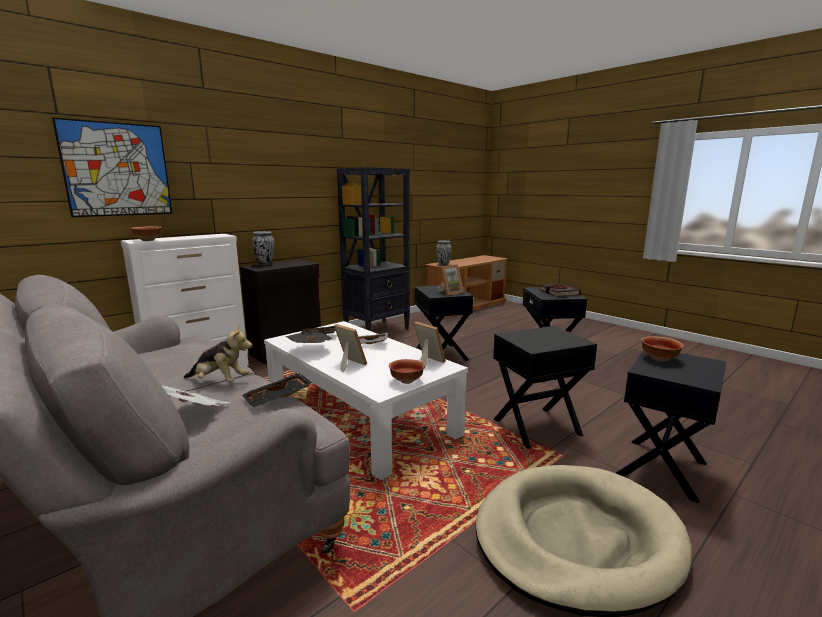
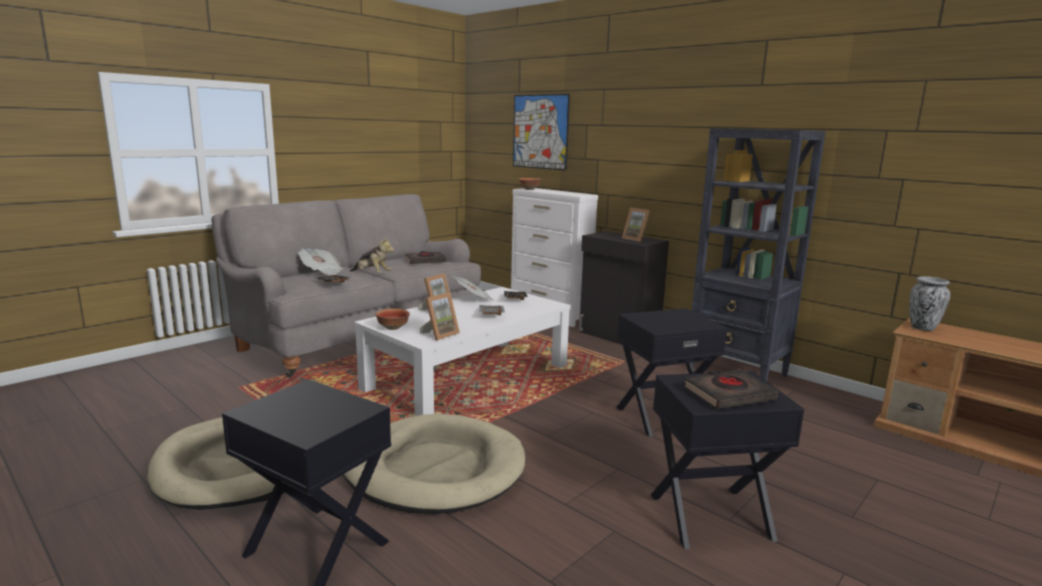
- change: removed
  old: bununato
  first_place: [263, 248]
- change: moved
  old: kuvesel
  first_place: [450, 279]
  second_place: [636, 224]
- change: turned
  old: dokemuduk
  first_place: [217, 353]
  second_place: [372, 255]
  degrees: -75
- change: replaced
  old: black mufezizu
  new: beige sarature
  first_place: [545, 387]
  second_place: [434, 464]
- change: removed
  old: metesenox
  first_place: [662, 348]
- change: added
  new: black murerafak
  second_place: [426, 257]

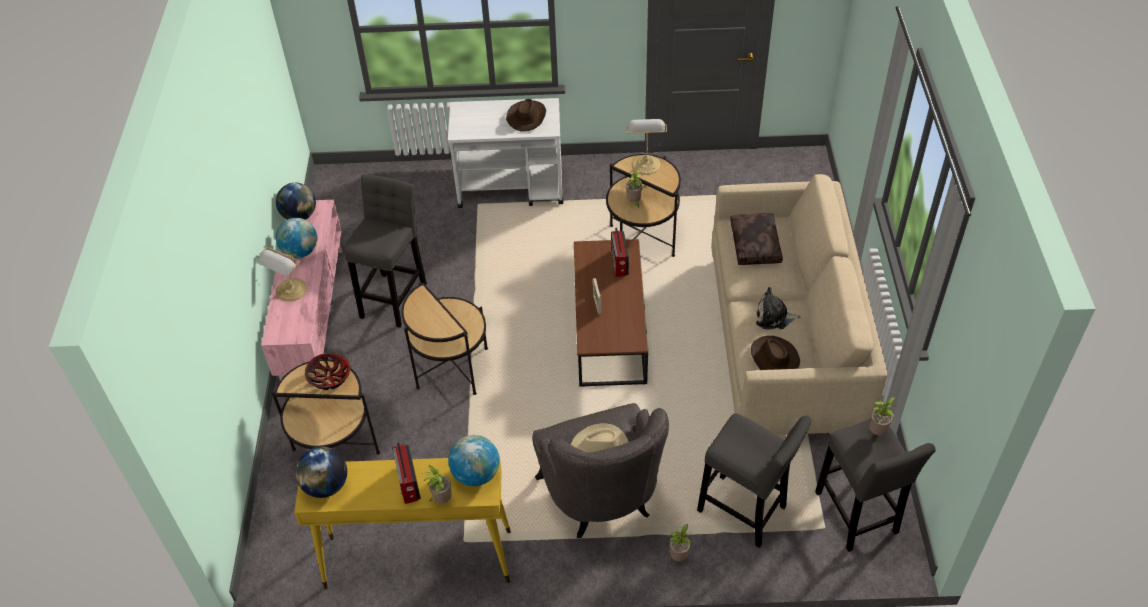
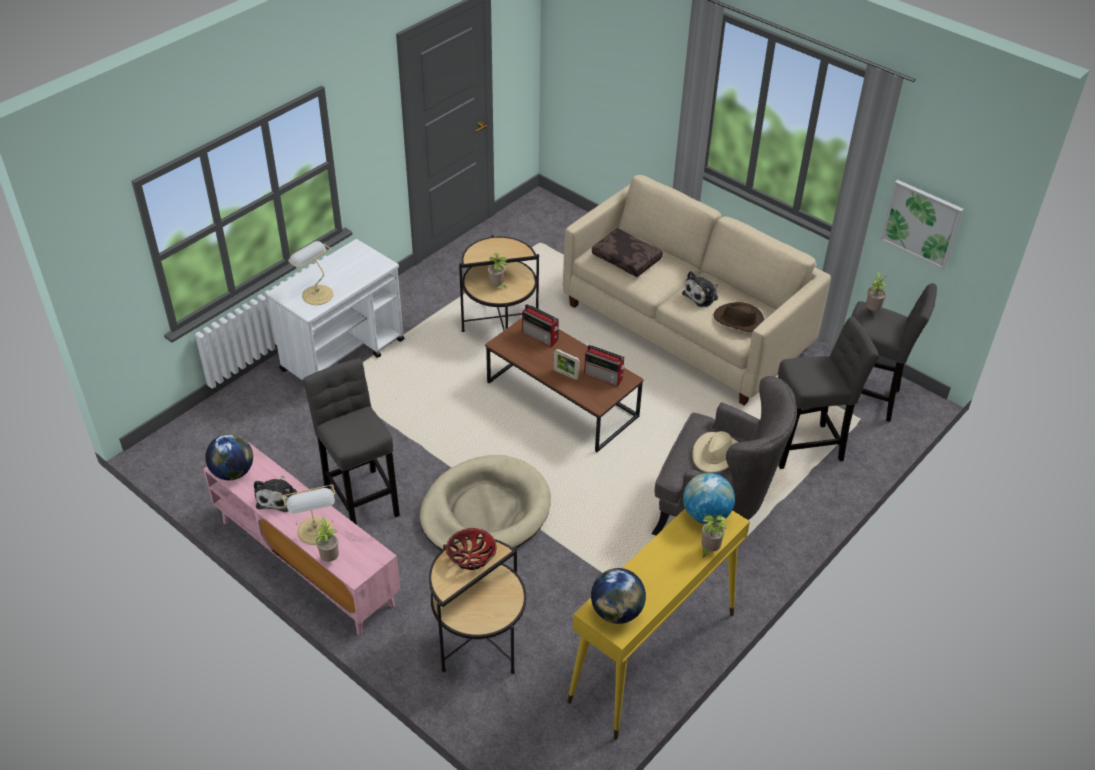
- change: removed
  old: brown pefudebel
  first_place: [526, 115]
- change: moved
  old: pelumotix
  first_place: [646, 147]
  second_place: [310, 273]
- change: replaced
  old: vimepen
  new: dokemuduk
  first_place: [296, 238]
  second_place: [275, 494]
- change: replaced
  old: mufezizu
  new: beige sarature
  first_place: [444, 338]
  second_place: [485, 503]
- change: moved
  old: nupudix
  first_place: [406, 473]
  second_place: [604, 365]
- change: moved
  old: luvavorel
  first_place: [680, 542]
  second_place: [327, 539]
- change: added
  new: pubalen
  second_place: [922, 225]

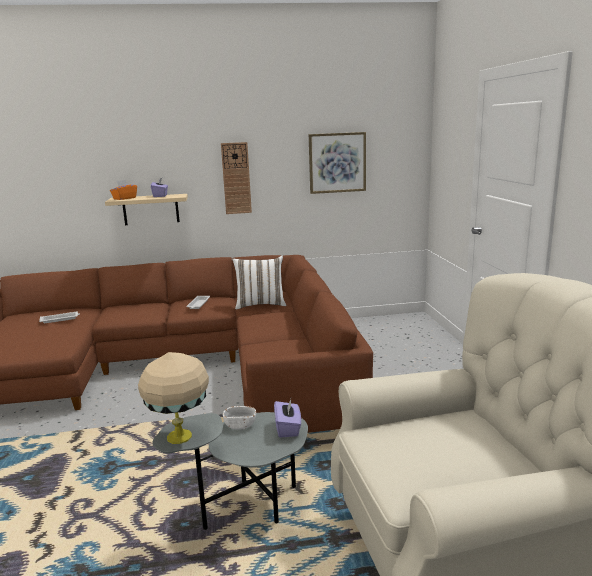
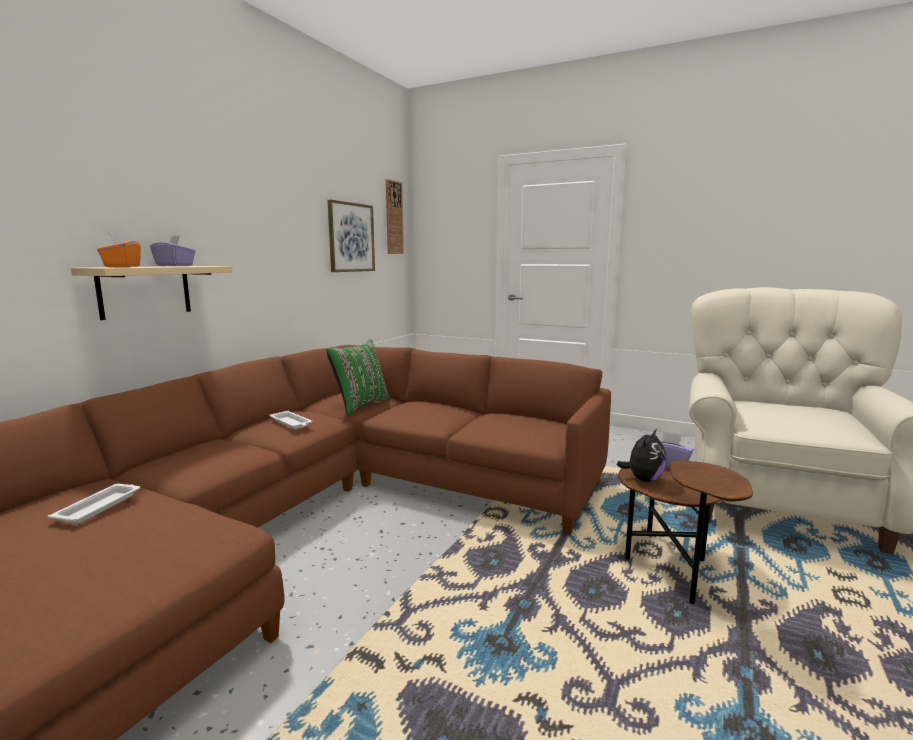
- change: moved
  old: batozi
  first_place: [236, 178]
  second_place: [395, 216]
- change: recoloured
  old: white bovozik
  new: green bovozik
  first_place: [259, 282]
  second_place: [358, 377]
- change: removed
  old: beige pelumotix
  first_place: [173, 398]
- change: replaced
  old: white metesenox
  new: dokemuduk
  first_place: [239, 418]
  second_place: [641, 455]
- change: recoloured
  old: grey mufezizu
  new: brown mufezizu
  first_place: [230, 471]
  second_place: [686, 532]

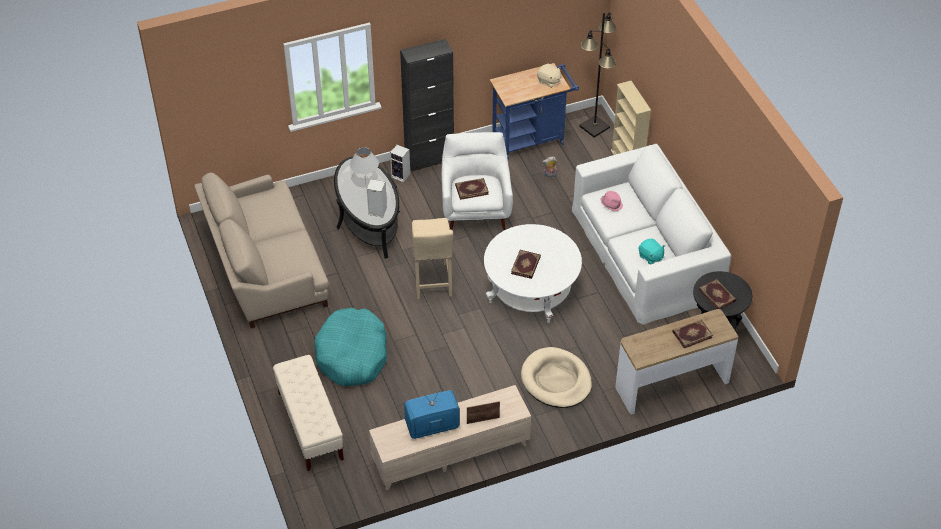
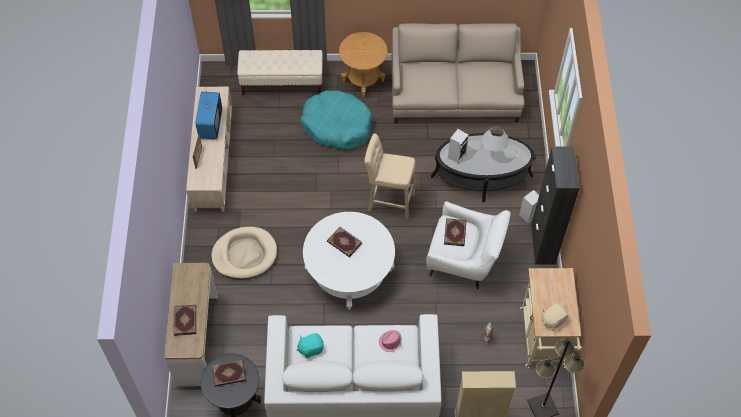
- change: recoloured
  old: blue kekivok
  new: beige kekivok
  first_place: [534, 111]
  second_place: [551, 318]
- change: added
  new: brown mufezizu
  second_place: [363, 65]

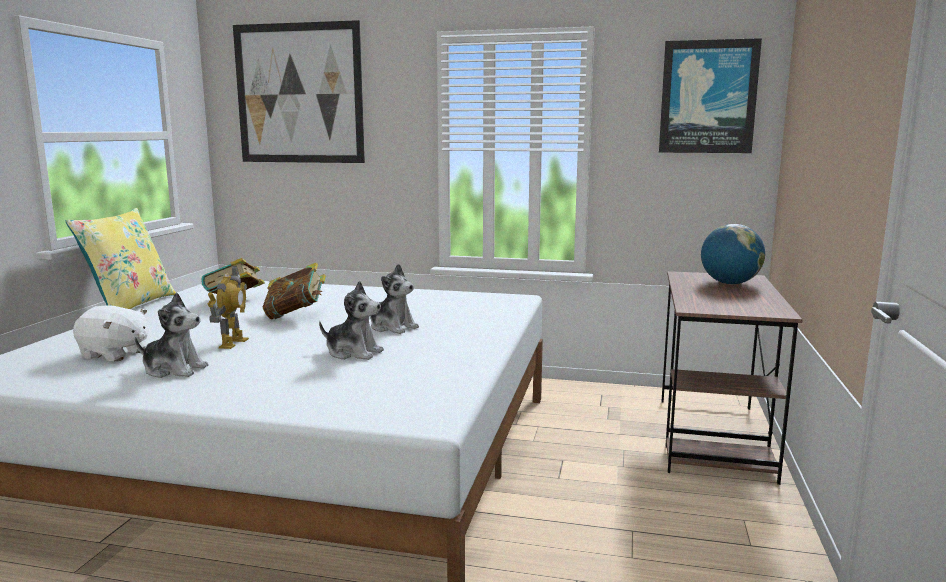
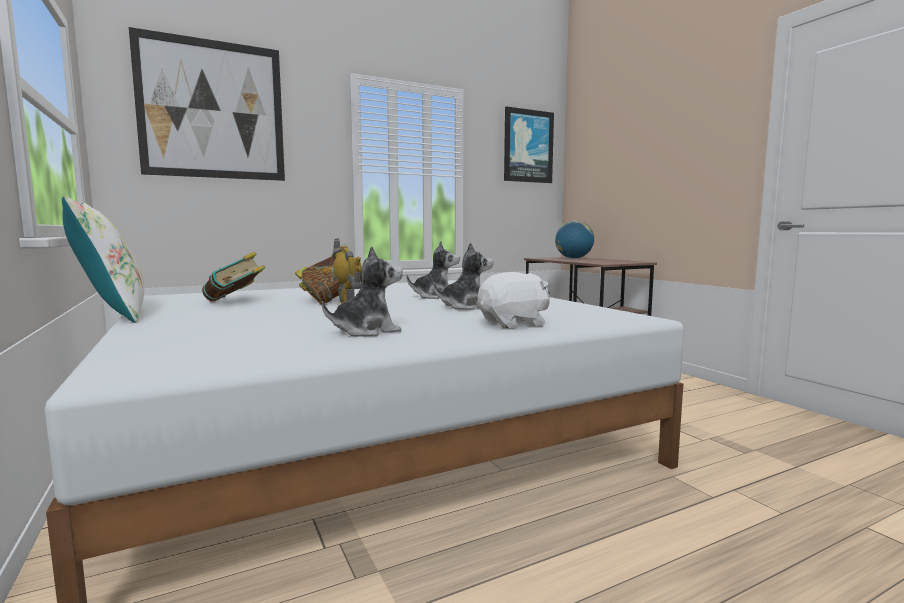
- change: recoloured
  old: yellow bovozik
  new: white bovozik
  first_place: [121, 258]
  second_place: [103, 259]
- change: moved
  old: white dokemuduk
  first_place: [110, 333]
  second_place: [514, 300]

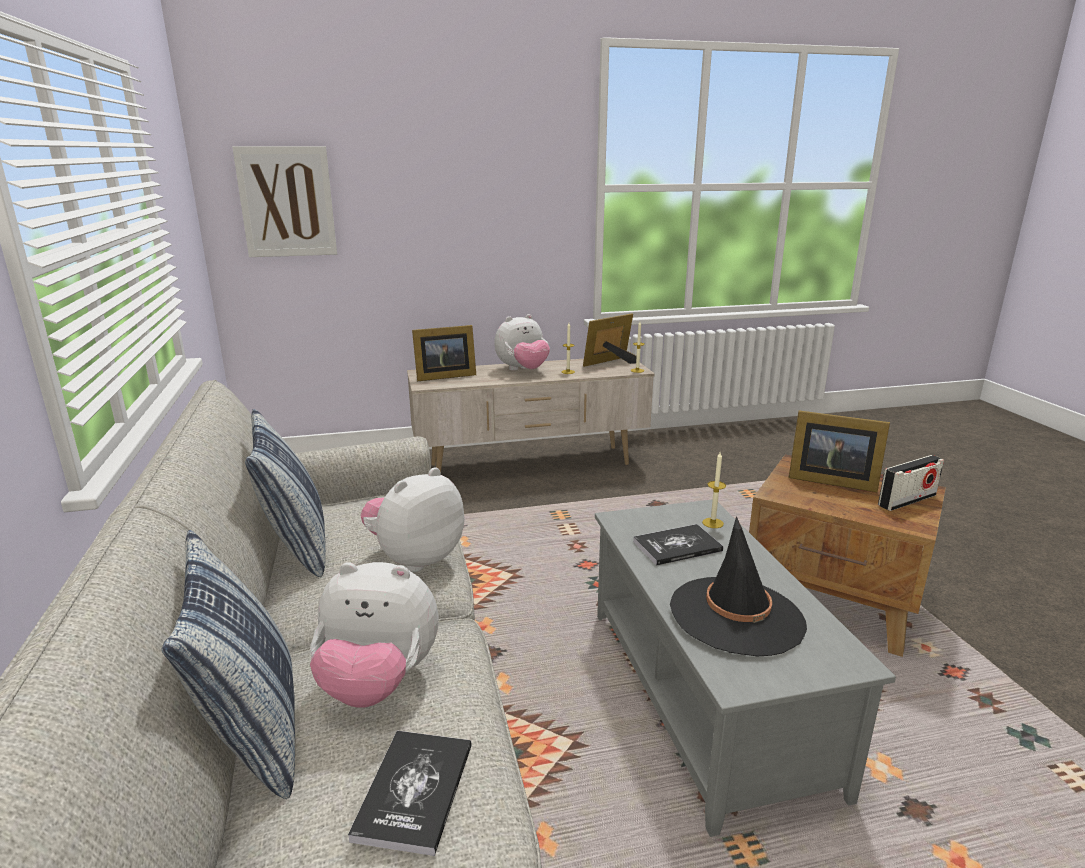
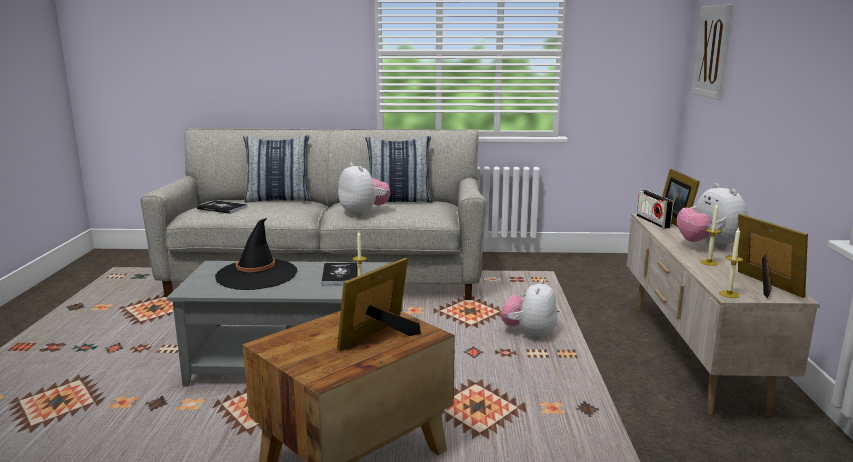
- change: moved
  old: nupudix
  first_place: [911, 483]
  second_place: [655, 209]
- change: moved
  old: dokemuduk
  first_place: [374, 635]
  second_place: [529, 309]

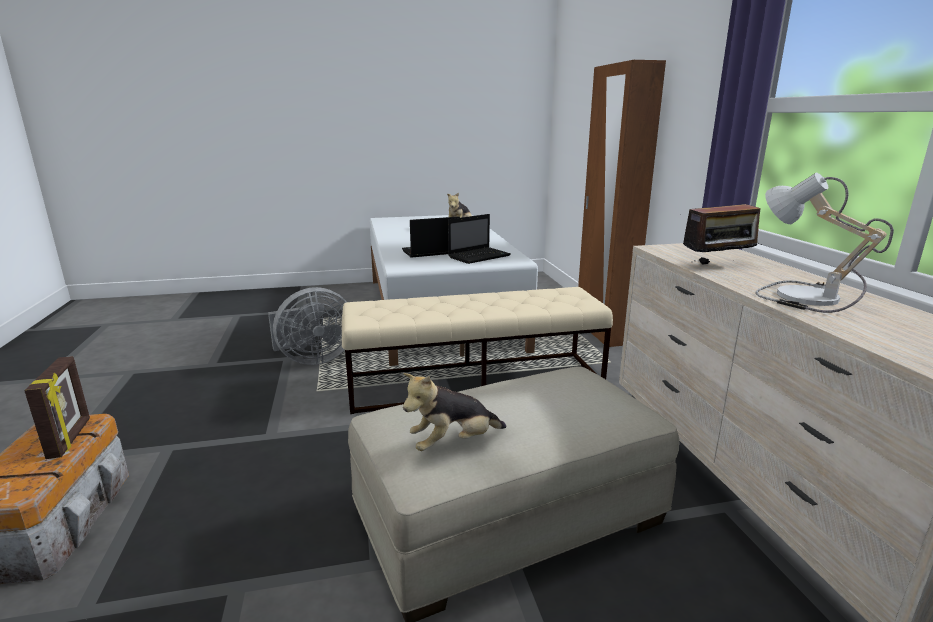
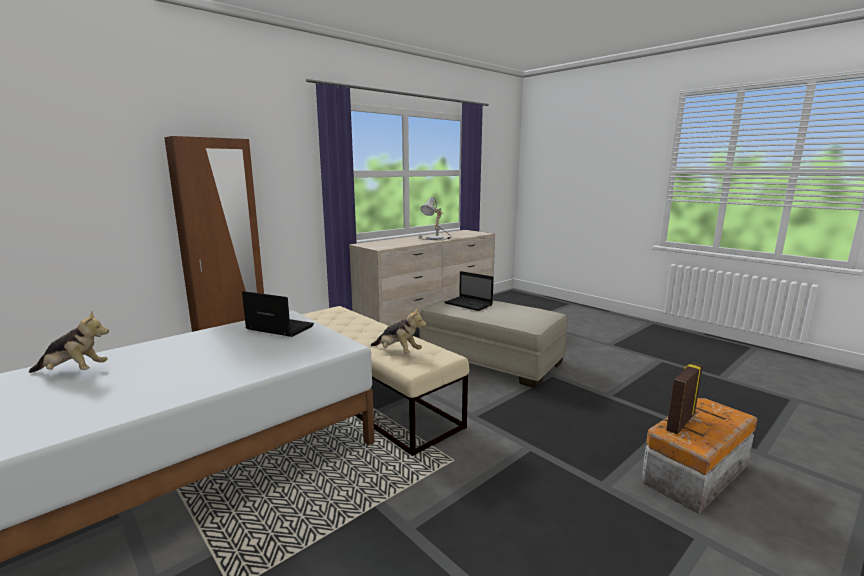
- change: removed
  old: nupudix
  first_place: [720, 229]
- change: moved
  old: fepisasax
  first_place: [431, 237]
  second_place: [469, 291]
- change: removed
  old: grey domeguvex
  first_place: [307, 326]
- change: moved
  old: dokemuduk
  first_place: [454, 412]
  second_place: [399, 330]

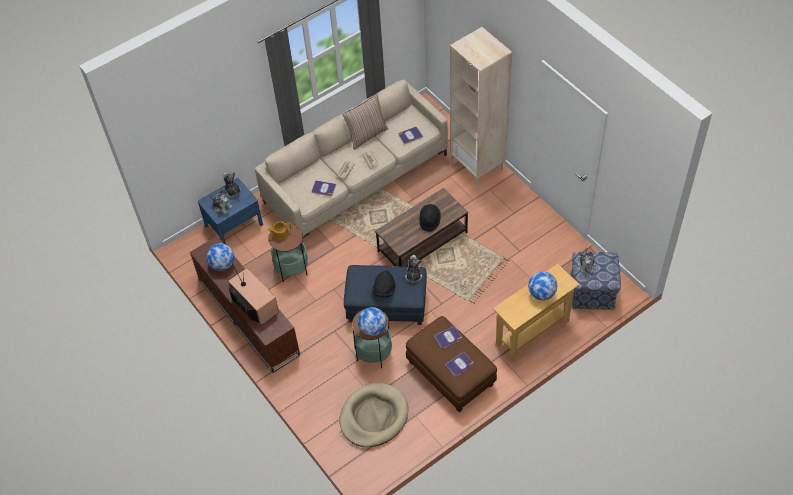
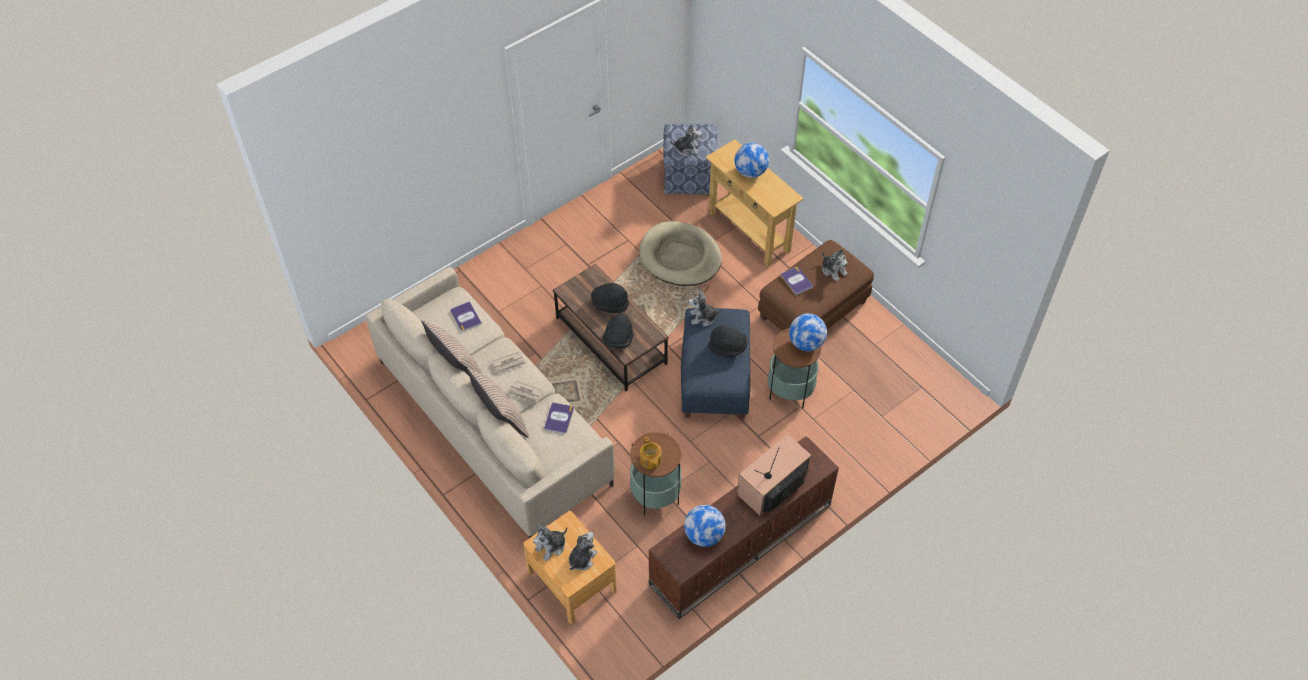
- change: removed
  old: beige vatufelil
  first_place: [481, 106]
- change: recoloured
  old: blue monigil
  new: brown monigil
  first_place: [230, 211]
  second_place: [570, 567]
- change: replaced
  old: murerafak
  new: dokemuduk
  first_place: [459, 364]
  second_place: [835, 265]
- change: moved
  old: beige sarature
  first_place: [374, 415]
  second_place: [680, 253]
- change: added
  new: black pefudebel
  second_place: [617, 331]
- change: added
  new: bovozik
  second_place: [498, 403]

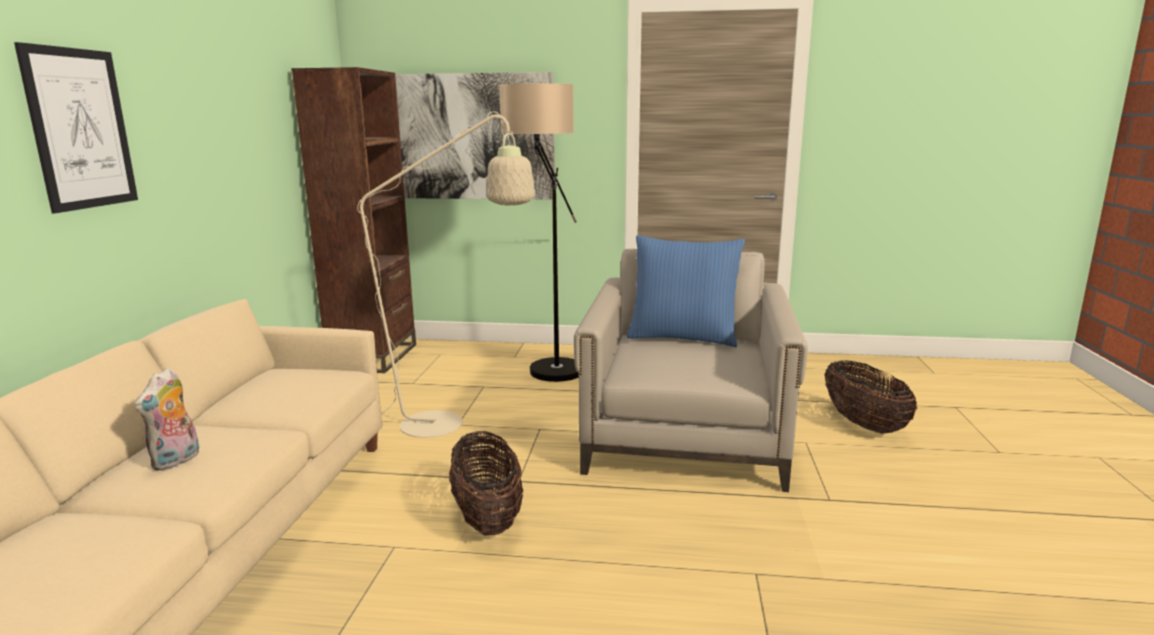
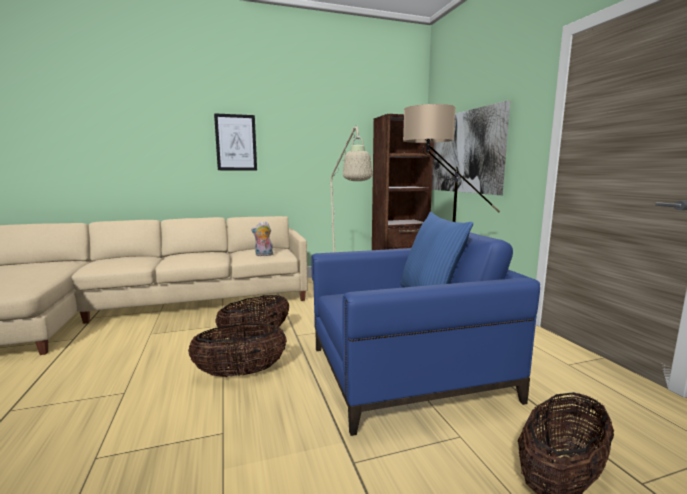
- change: recoloured
  old: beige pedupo
  new: blue pedupo
  first_place: [691, 370]
  second_place: [425, 334]
- change: moved
  old: dokemuduk
  first_place: [166, 419]
  second_place: [262, 239]
- change: added
  new: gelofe
  second_place: [237, 350]

